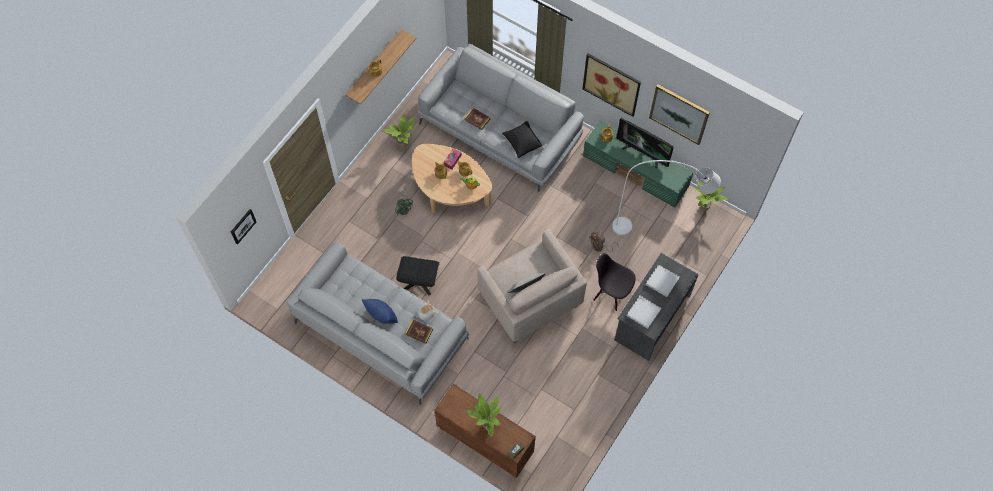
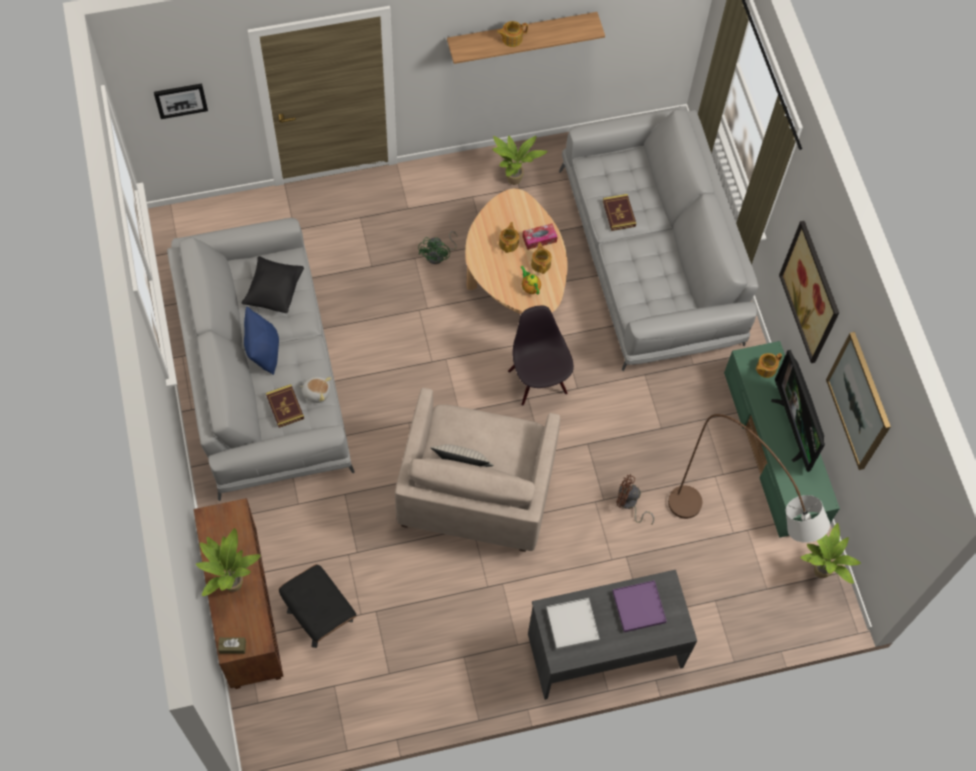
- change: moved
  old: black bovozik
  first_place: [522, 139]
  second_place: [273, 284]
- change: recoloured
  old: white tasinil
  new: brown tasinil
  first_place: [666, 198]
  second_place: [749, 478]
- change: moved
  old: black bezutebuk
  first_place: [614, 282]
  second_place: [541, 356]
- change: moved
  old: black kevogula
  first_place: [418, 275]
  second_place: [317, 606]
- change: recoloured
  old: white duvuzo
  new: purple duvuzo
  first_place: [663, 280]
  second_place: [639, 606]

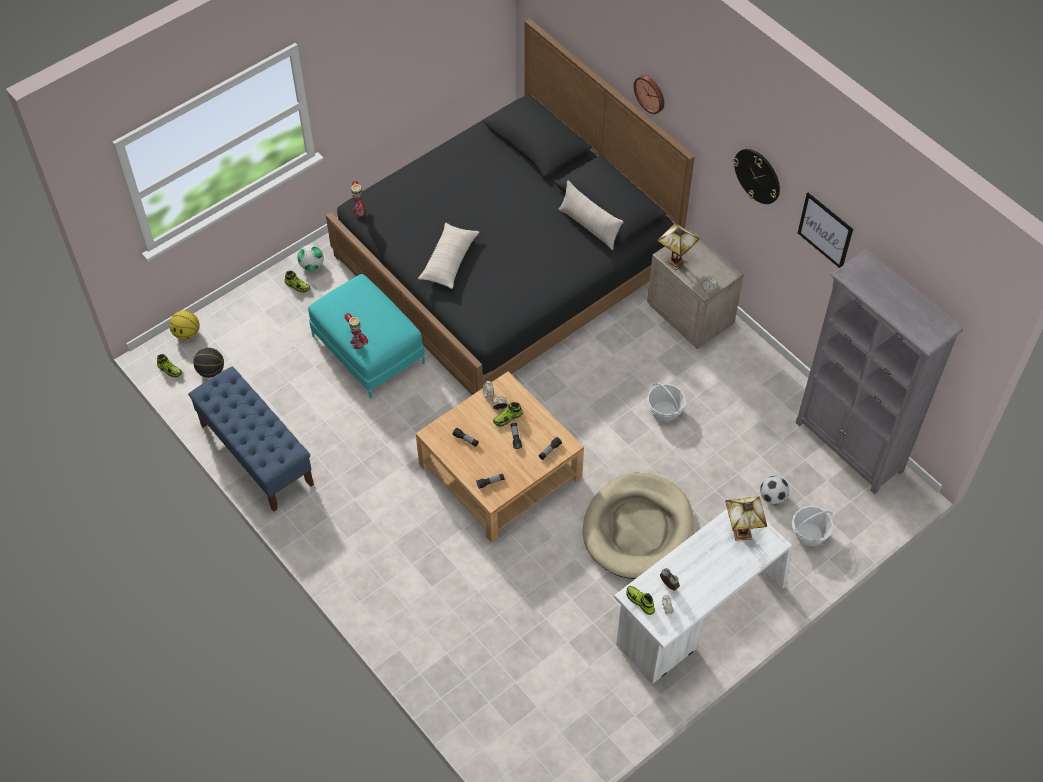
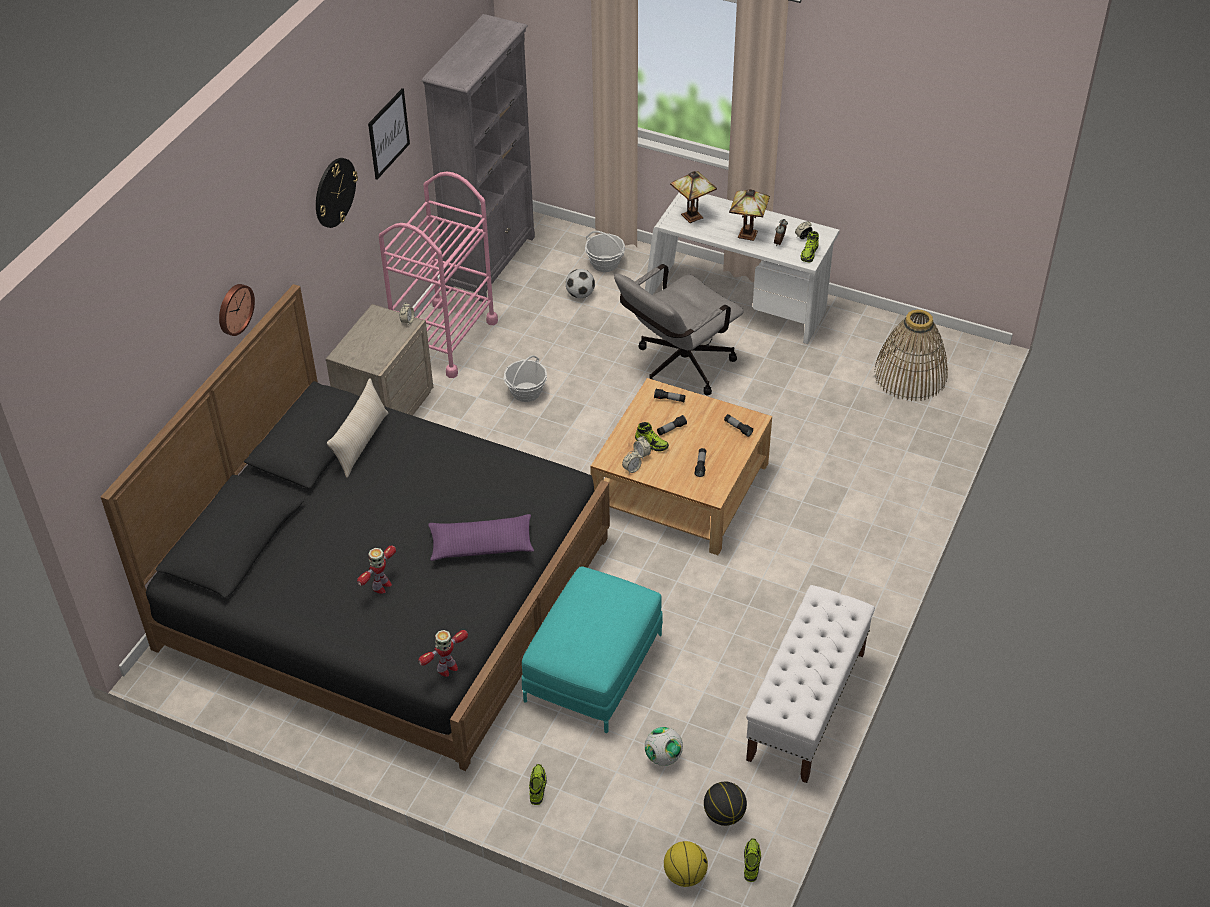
- change: recoloured
  old: beige bovozik
  new: purple bovozik
  first_place: [448, 256]
  second_place: [481, 537]
- change: moved
  old: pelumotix
  first_place: [678, 246]
  second_place: [749, 215]
- change: moved
  old: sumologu
  first_place: [310, 258]
  second_place: [664, 746]
- change: moved
  old: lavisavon
  first_place: [356, 331]
  second_place: [376, 569]
- change: recoloured
  old: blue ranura
  new: white ranura
  first_place: [251, 438]
  second_place: [810, 684]
- change: replaced
  old: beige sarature
  new: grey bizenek
  first_place: [638, 526]
  second_place: [679, 329]
- change: added
  new: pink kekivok
  second_place: [438, 274]
- change: added
  new: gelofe
  second_place: [911, 355]

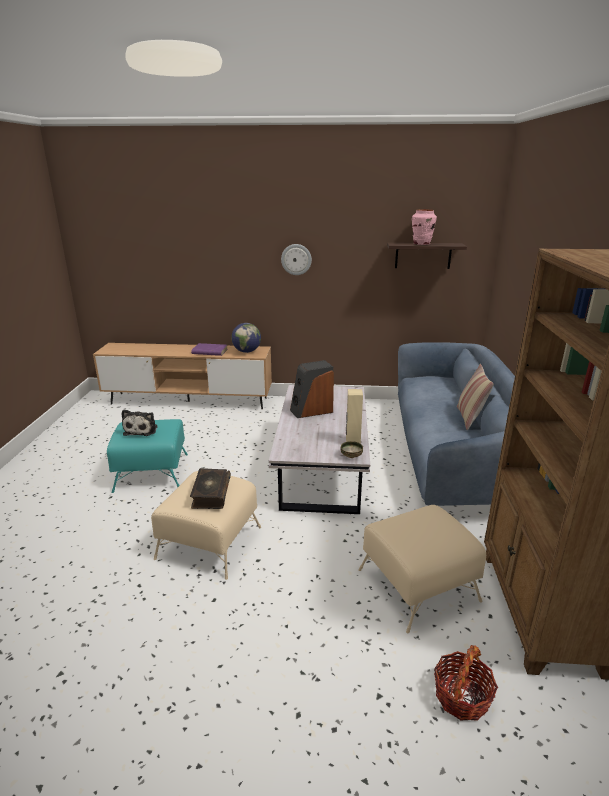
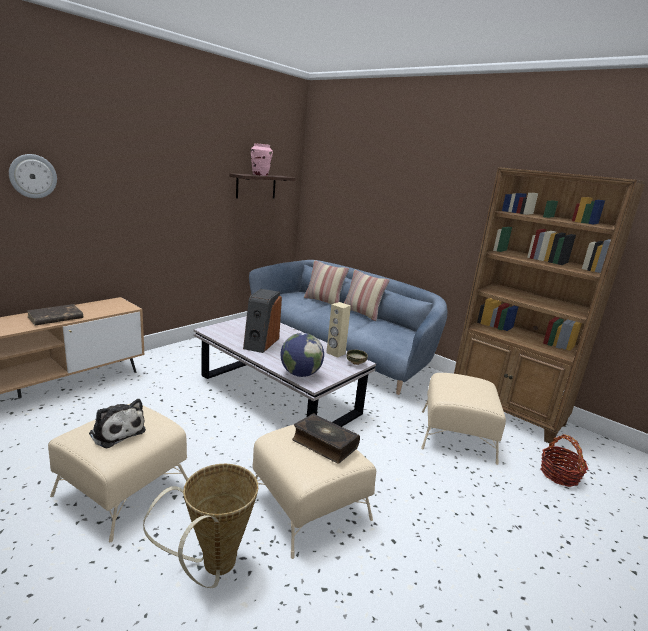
- change: moved
  old: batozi
  first_place: [296, 259]
  second_place: [33, 176]
- change: moved
  old: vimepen
  first_place: [246, 338]
  second_place: [302, 355]
- change: recoloured
  old: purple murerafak
  new: brown murerafak
  first_place: [209, 349]
  second_place: [55, 314]
- change: recoloured
  old: turquoise kevogula
  new: beige kevogula
  first_place: [147, 456]
  second_place: [118, 472]
- change: added
  new: bovozik
  second_place: [326, 282]
- change: added
  new: gelofe
  second_place: [200, 526]

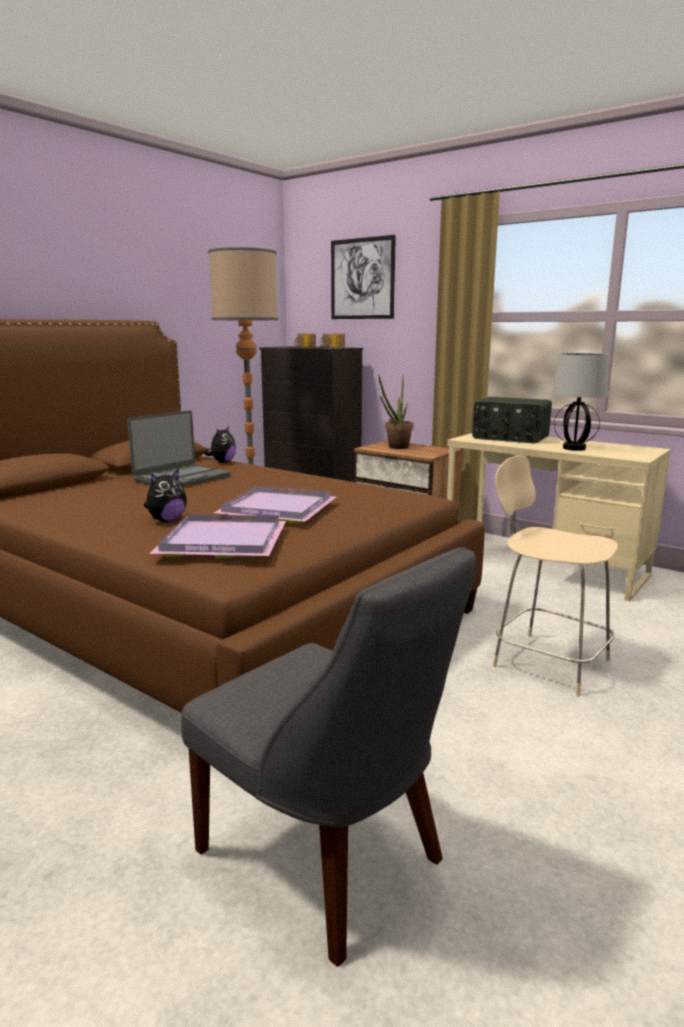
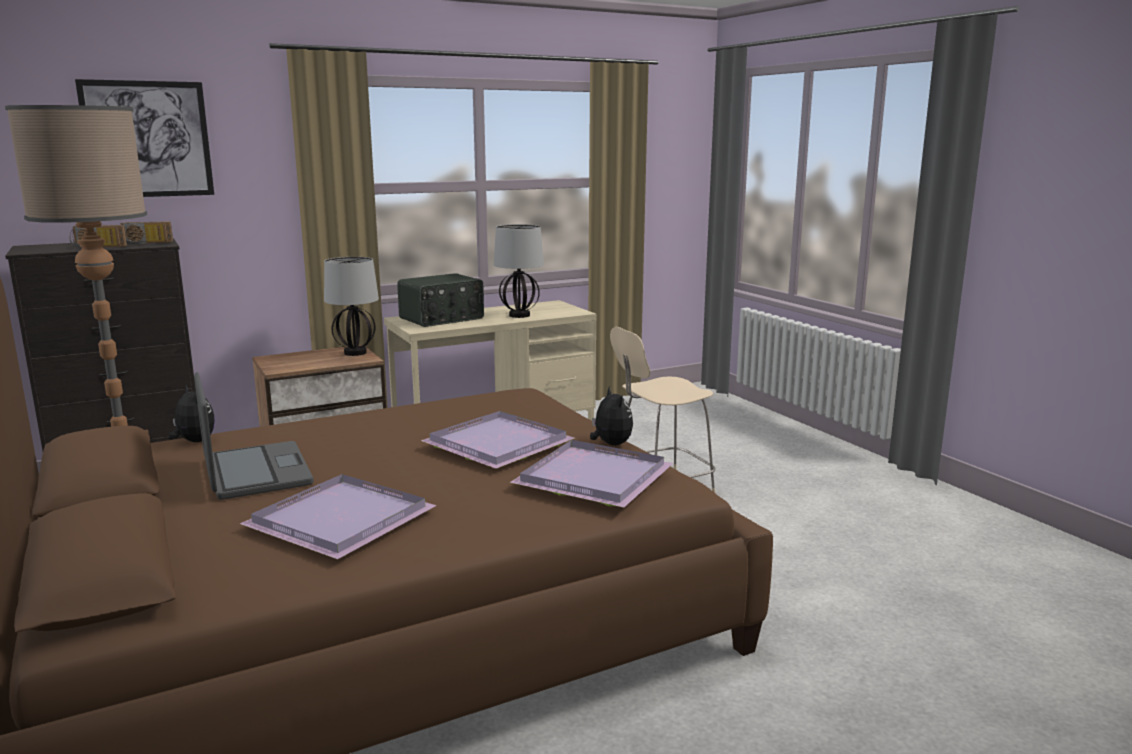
- change: removed
  old: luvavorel
  first_place: [396, 411]
- change: moved
  old: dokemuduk
  first_place: [165, 495]
  second_place: [611, 415]
- change: removed
  old: grey bezutebuk
  first_place: [328, 757]
- change: added
  new: pelumotix
  second_place: [351, 306]
- change: added
  new: purple duvuzo
  second_place: [338, 516]

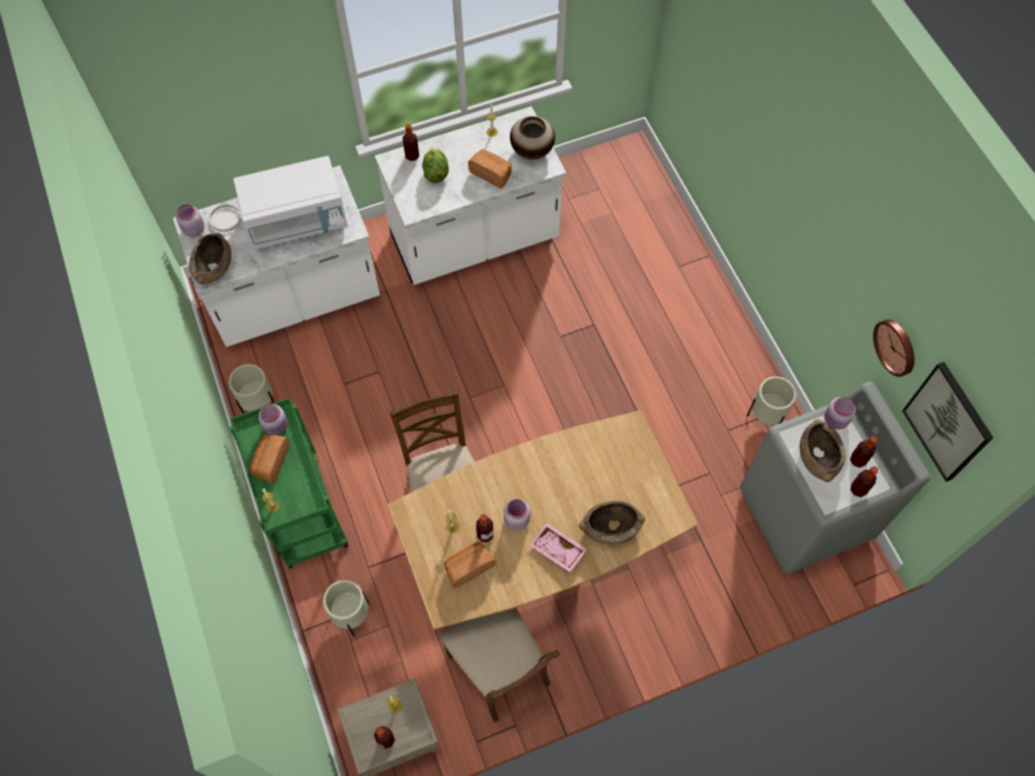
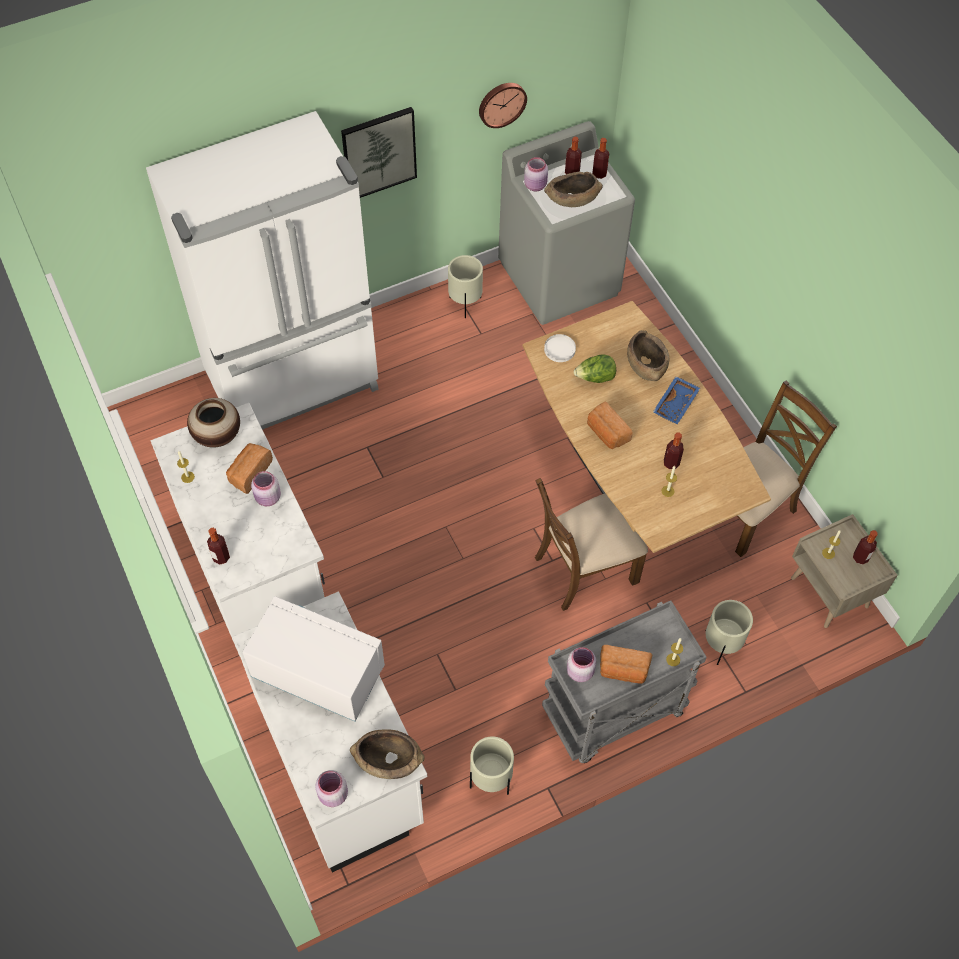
- change: moved
  old: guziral
  first_place: [435, 165]
  second_place: [595, 368]
- change: turned
  old: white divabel
  first_place: [290, 203]
  second_place: [314, 658]
  degrees: -45
- change: moved
  old: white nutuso
  first_place: [225, 218]
  second_place: [560, 348]
- change: moved
  old: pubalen
  first_place: [947, 422]
  second_place: [379, 152]
- change: recoloured
  old: green kekivok
  new: grey kekivok
  first_place: [288, 483]
  second_place: [624, 681]
- change: moved
  old: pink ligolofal
  first_place: [517, 514]
  second_place: [266, 488]
- change: recoloured
  old: pink duvuzo
  new: blue duvuzo
  first_place: [558, 547]
  second_place: [676, 400]
- change: moved
  old: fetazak
  first_place: [469, 565]
  second_place: [610, 425]
- change: added
  new: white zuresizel
  second_place: [262, 270]

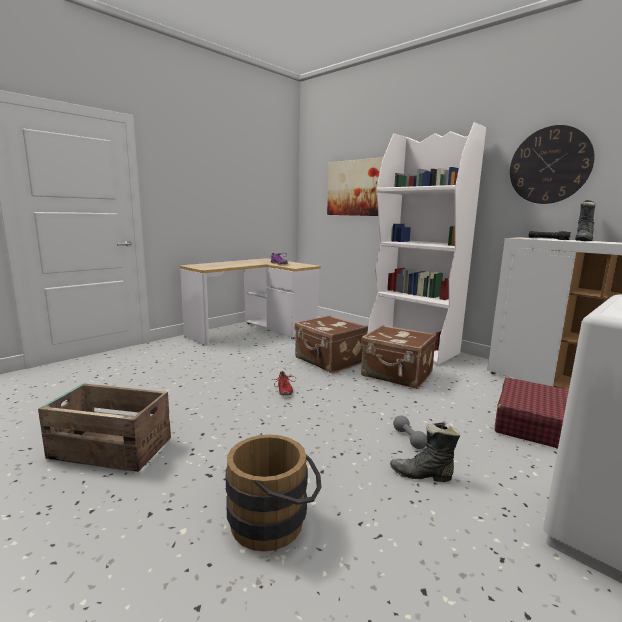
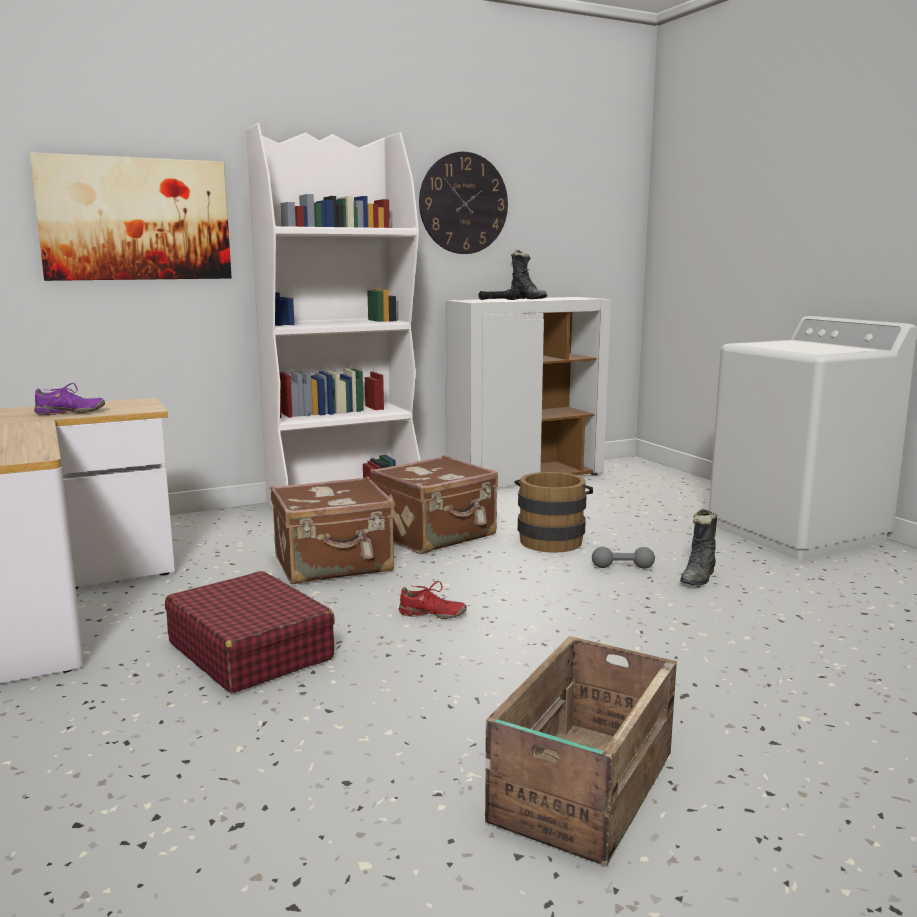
- change: moved
  old: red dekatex
  first_place: [532, 413]
  second_place: [250, 632]
- change: moved
  old: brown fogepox
  first_place: [274, 493]
  second_place: [553, 512]

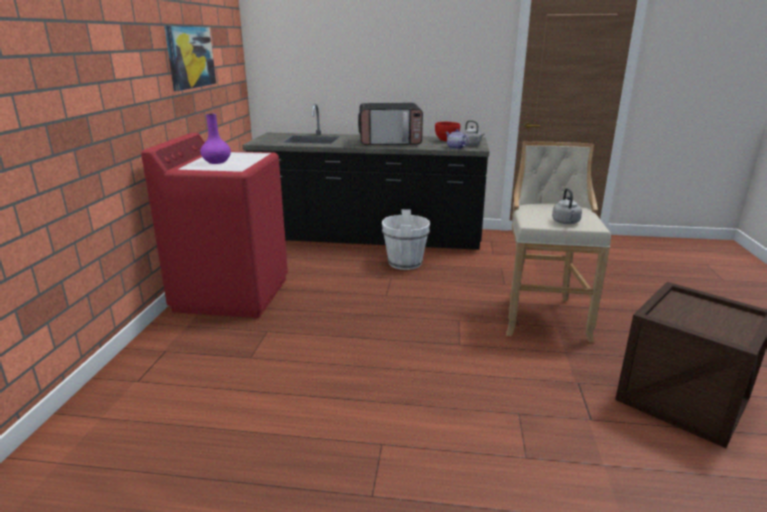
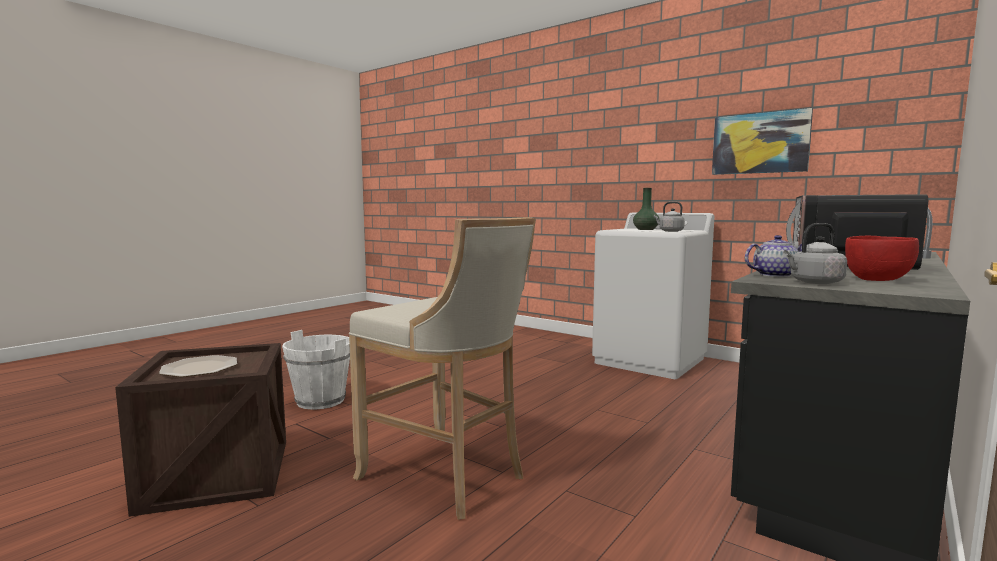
- change: recoloured
  old: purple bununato
  new: green bununato
  first_place: [215, 139]
  second_place: [646, 209]
- change: recoloured
  old: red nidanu
  new: white nidanu
  first_place: [214, 225]
  second_place: [653, 296]
- change: moved
  old: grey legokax
  first_place: [567, 206]
  second_place: [669, 217]
- change: moved
  old: white fogepox
  first_place: [406, 239]
  second_place: [316, 370]
- change: added
  new: nutuso
  second_place: [198, 366]

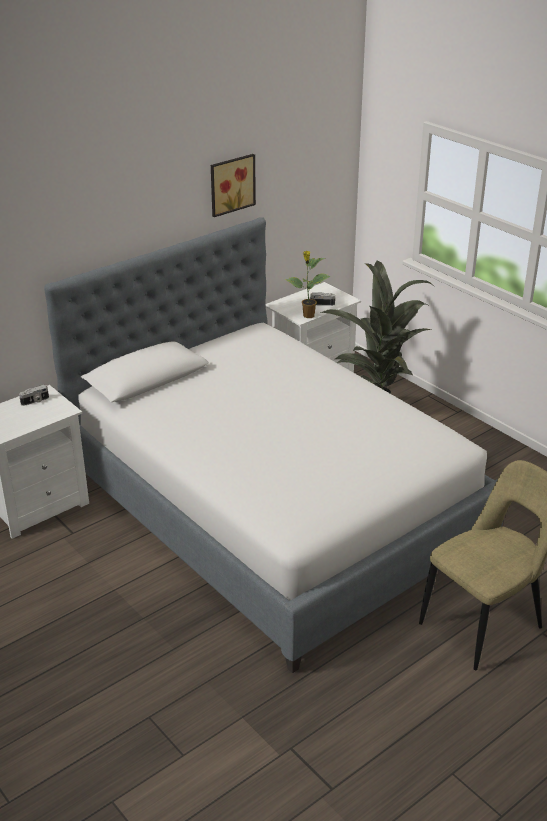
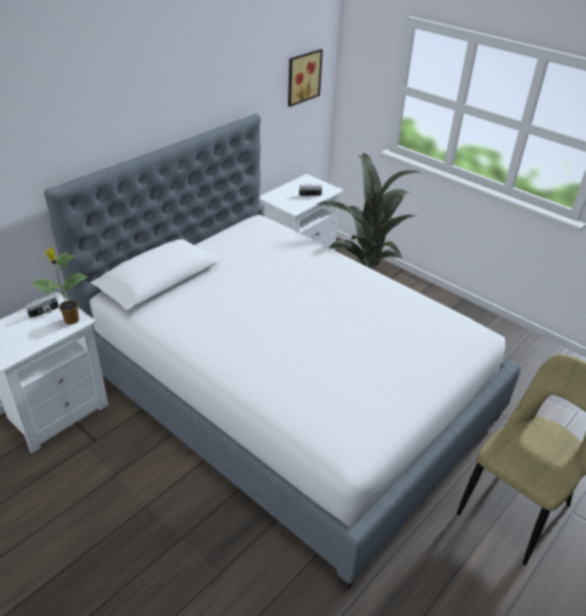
- change: moved
  old: pubalen
  first_place: [233, 185]
  second_place: [305, 78]
- change: moved
  old: luvavorel
  first_place: [308, 284]
  second_place: [59, 286]

